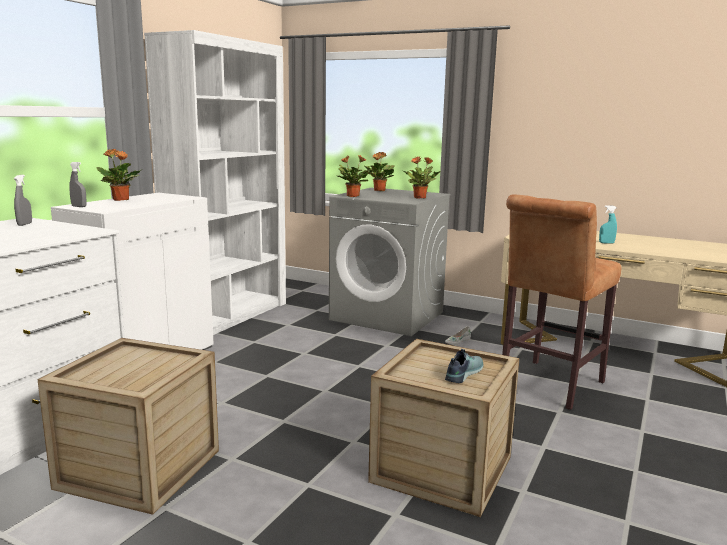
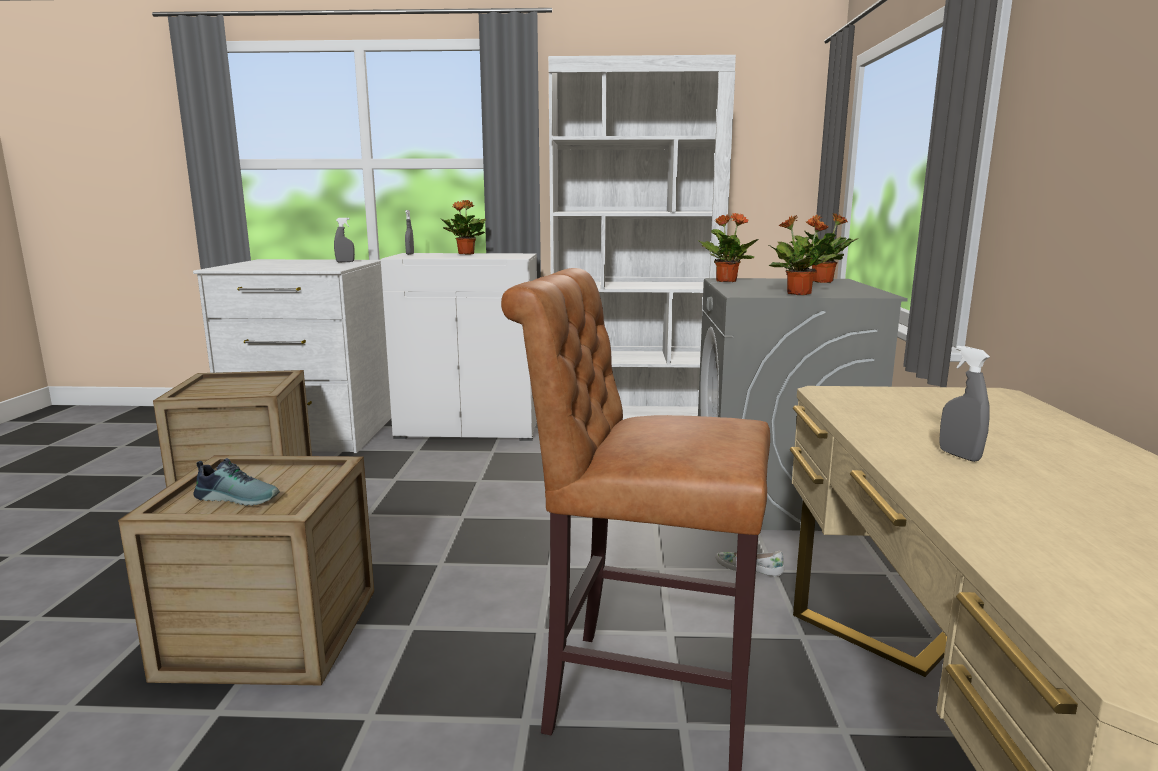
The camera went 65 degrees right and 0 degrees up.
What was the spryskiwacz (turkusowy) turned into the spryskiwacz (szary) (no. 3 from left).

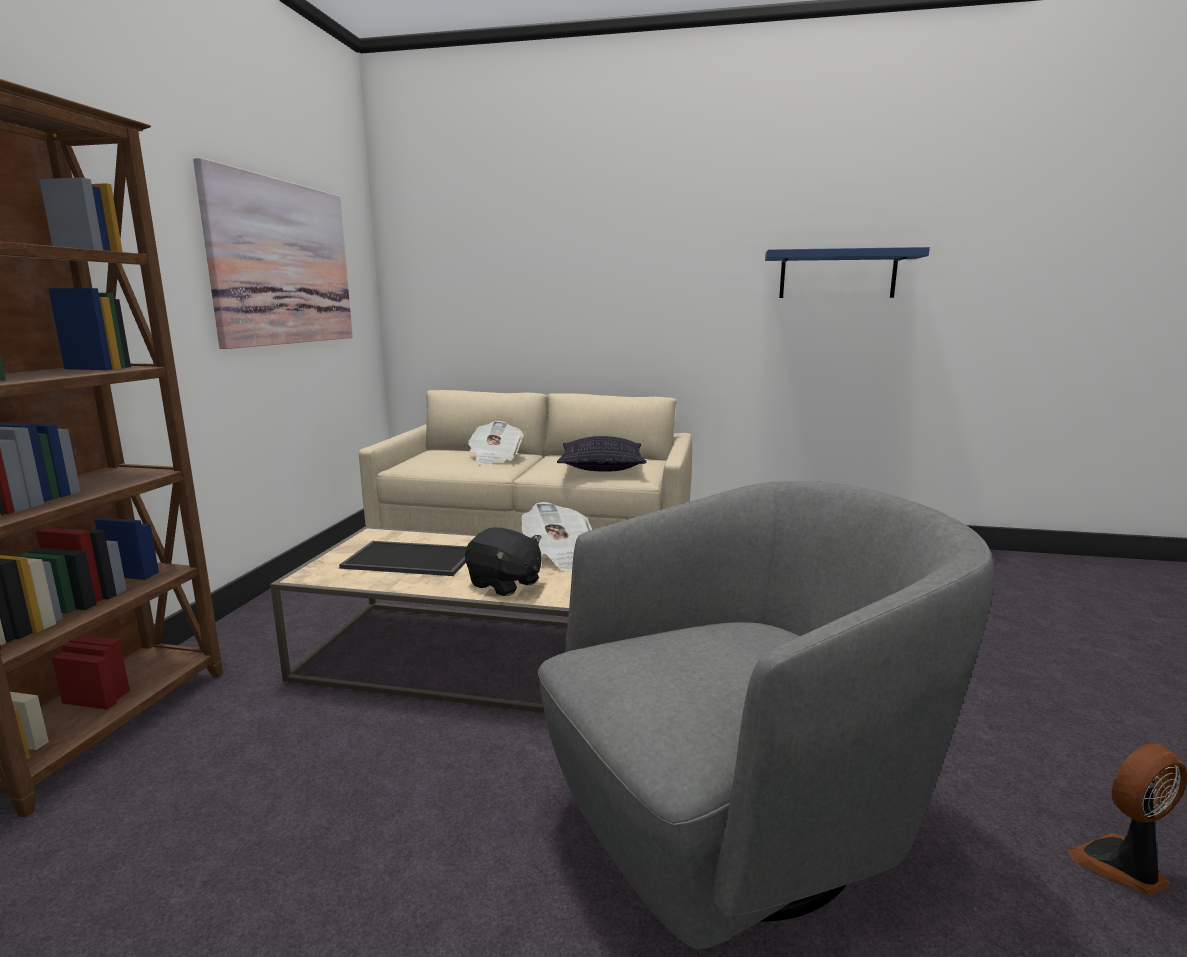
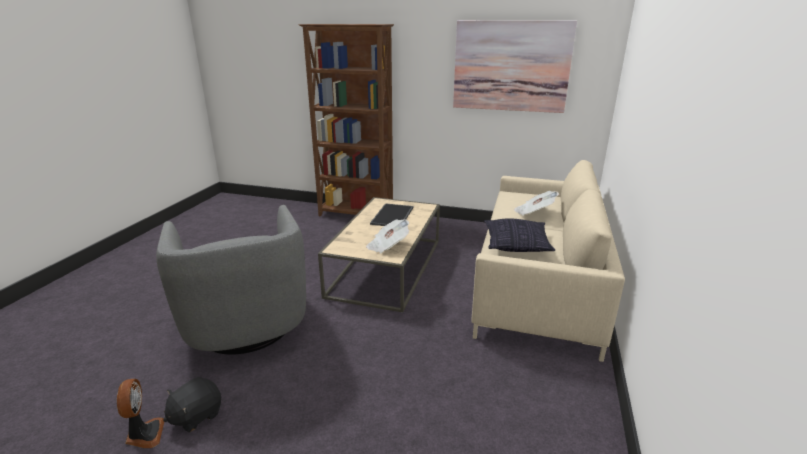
The camera went 95 degrees right and 10 degrees up.
The second view lost the półka (niebieski).
The pluszak (czarny) ended up elsewhere.

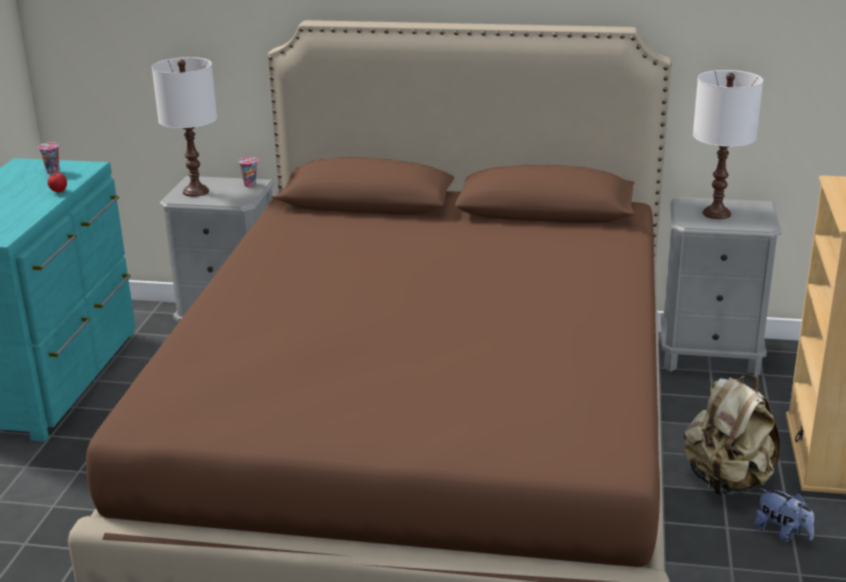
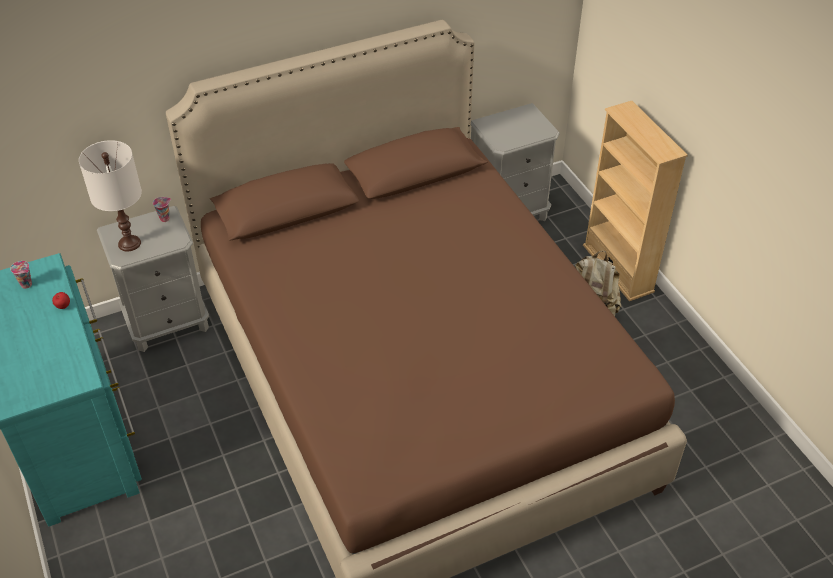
The camera went 35 degrees left and 20 degrees up.
The second view lost the lampa stołowa (biały) (no. 2 from left).
The second view lost the pluszak.

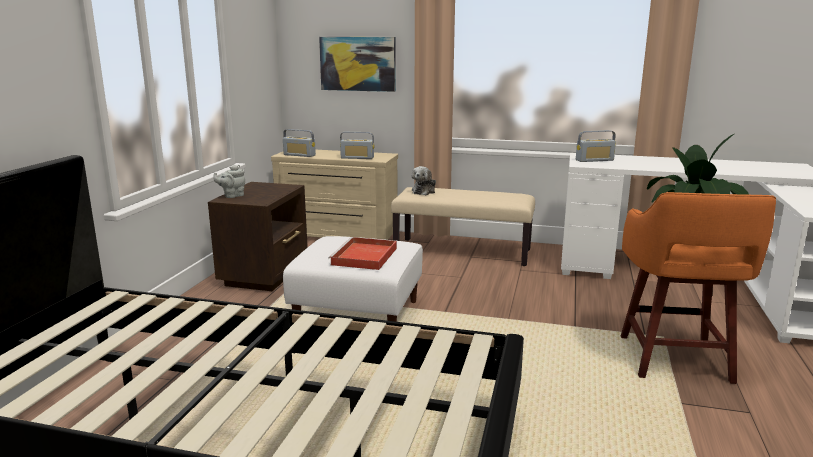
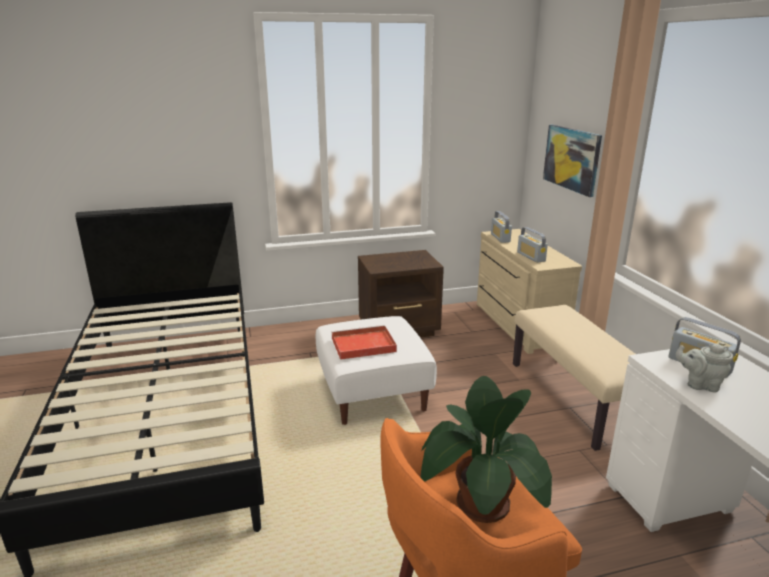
The camera went 60 degrees right and 5 degrees up.
The imbryk (szary) ended up elsewhere.
The second view lost the pluszak.

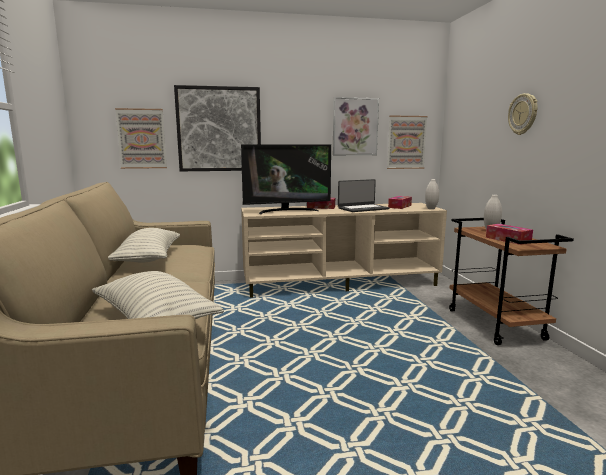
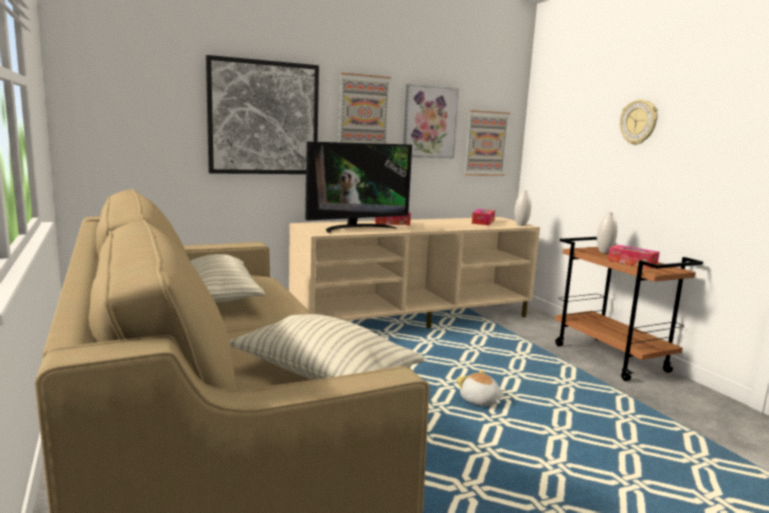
The camera went 15 degrees left and 0 degrees up.
The obraz (no. 1 from left in the first image) ended up elsewhere.
The second view lost the laptop.
The second view gained the pluszak.

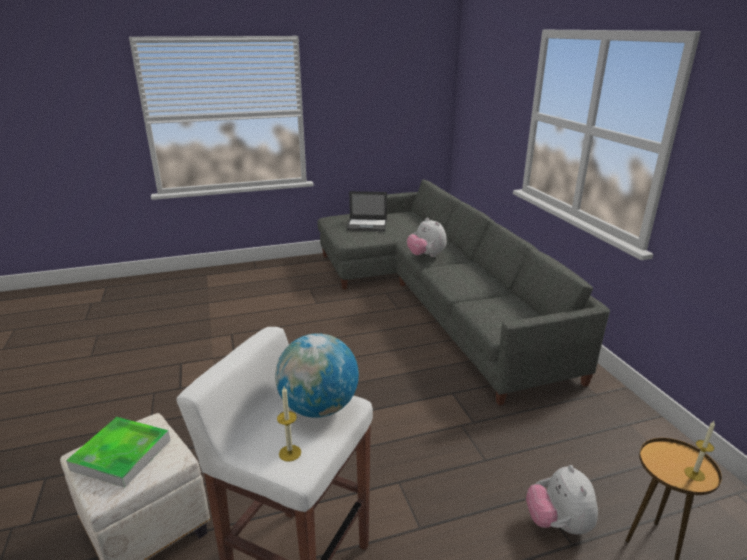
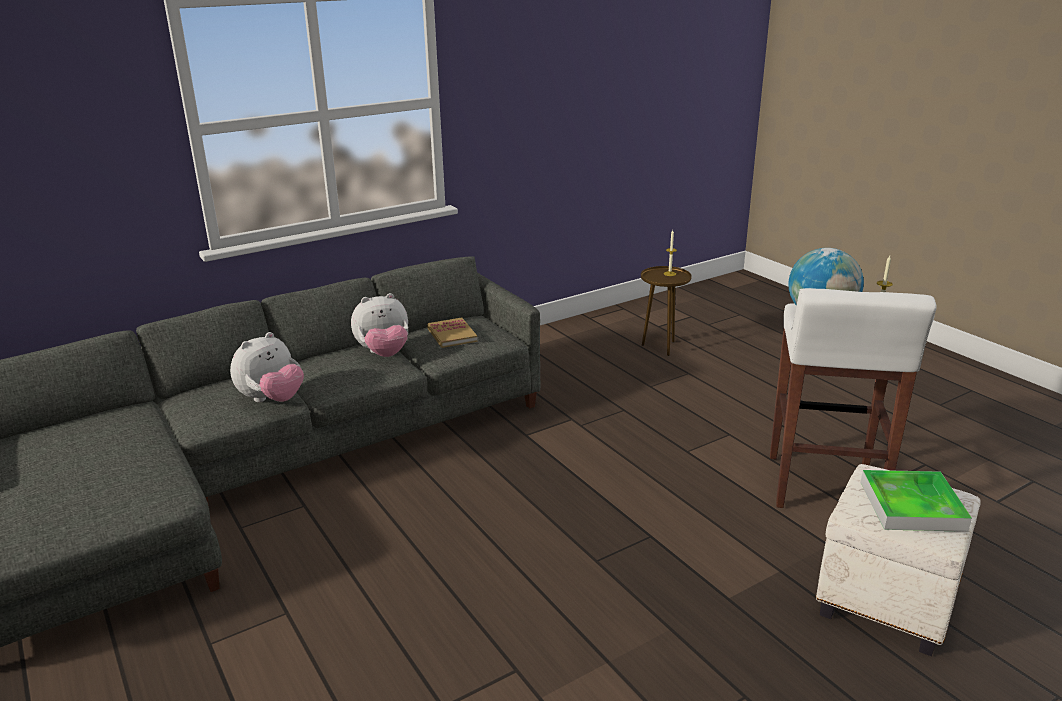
The camera went 105 degrees left and 0 degrees up.
The second view lost the laptop.
The pluszak (no. 2 from left) ended up elsewhere.
The second view gained the książka.

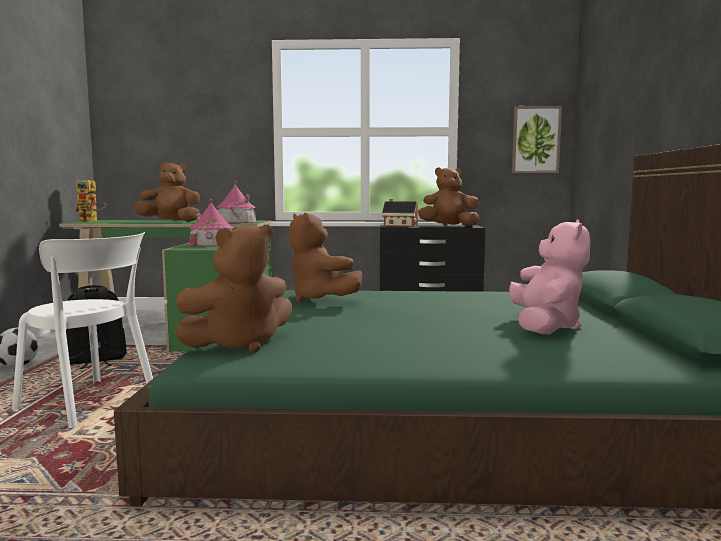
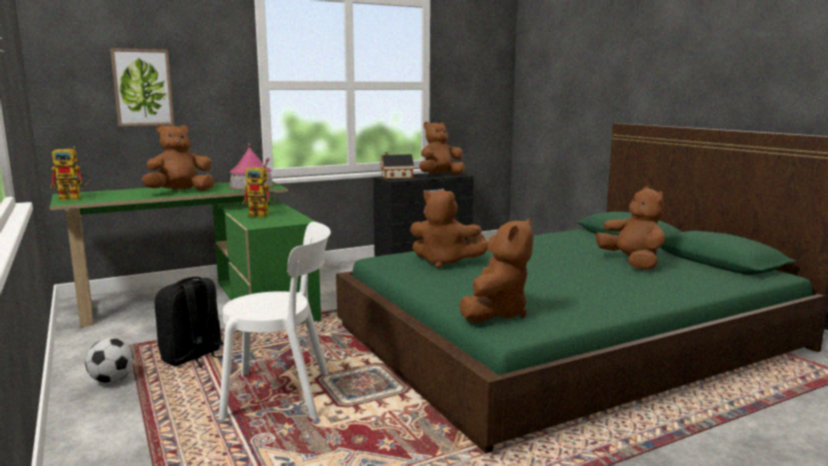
The camera went 30 degrees left and 5 degrees up.
The obraz ended up elsewhere.
Where the domek (no. 1 from left) stood, the robot zabawkowy (no. 2 from left) came to stand.
What was the pluszak (różowy) turned into the pluszak (brązowy) (no. 5 from left).

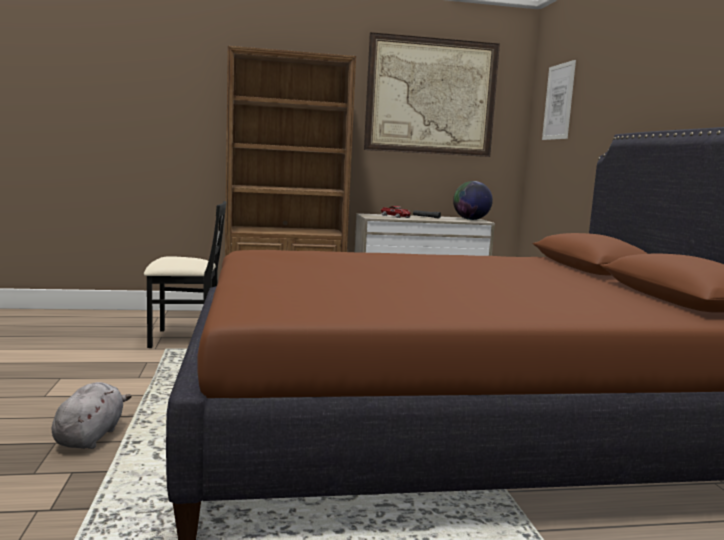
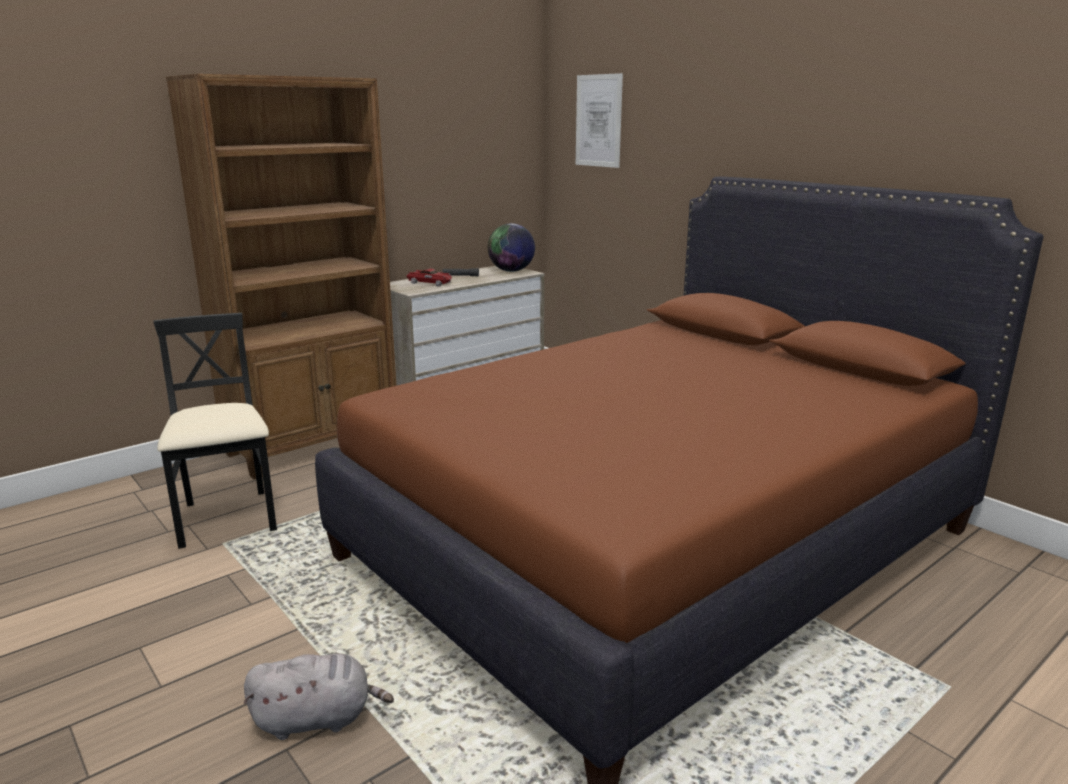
The camera went 30 degrees left and 10 degrees up.
The second view lost the obraz (no. 1 from left).
The krzesło (czarny) ended up facing another way, 75 degrees counterclockwise from before.
The pluszak (szary) ended up facing another way, 105 degrees clockwise from before.

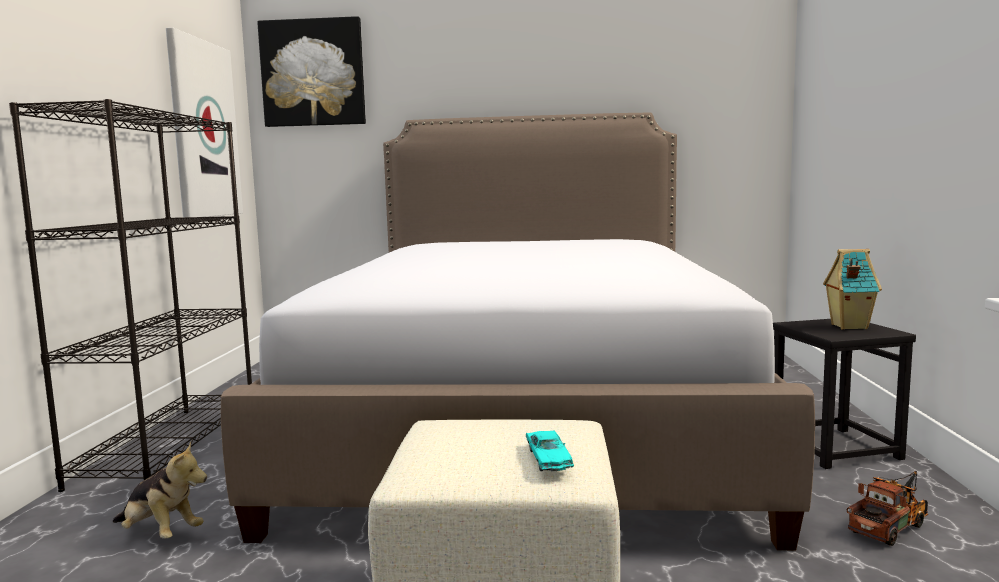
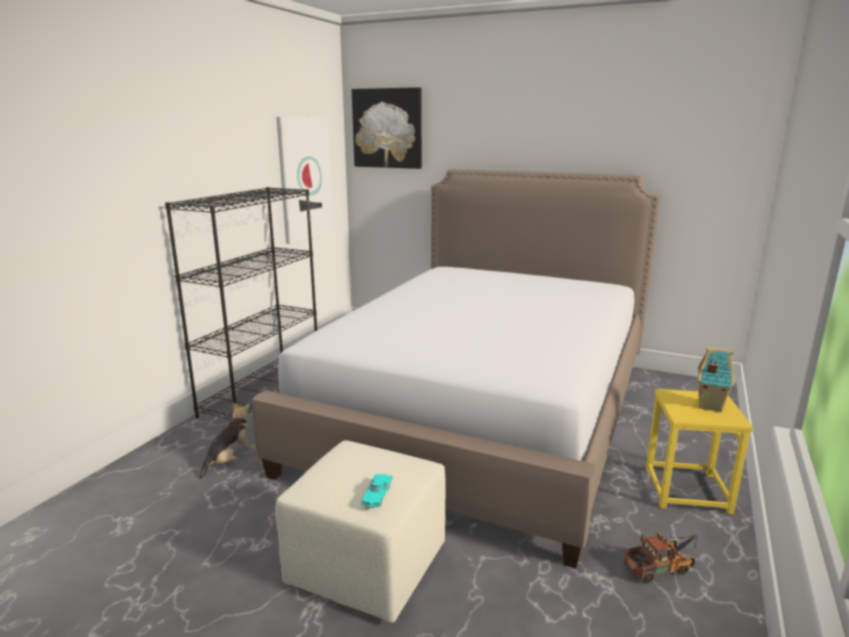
The camera went 20 degrees right and 10 degrees up.
What was the stołek (czarny) turned into the stołek (żółty).
The pluszak ended up facing another way, 105 degrees counterclockwise from before.

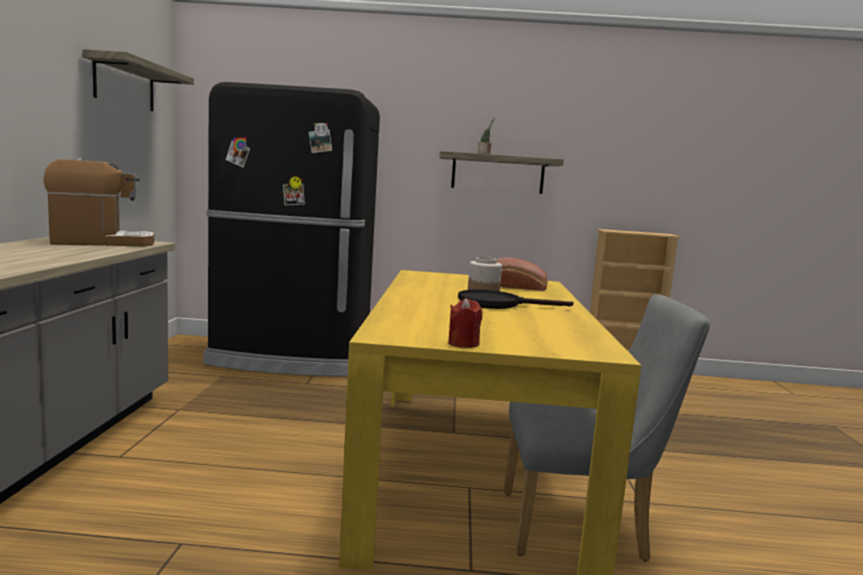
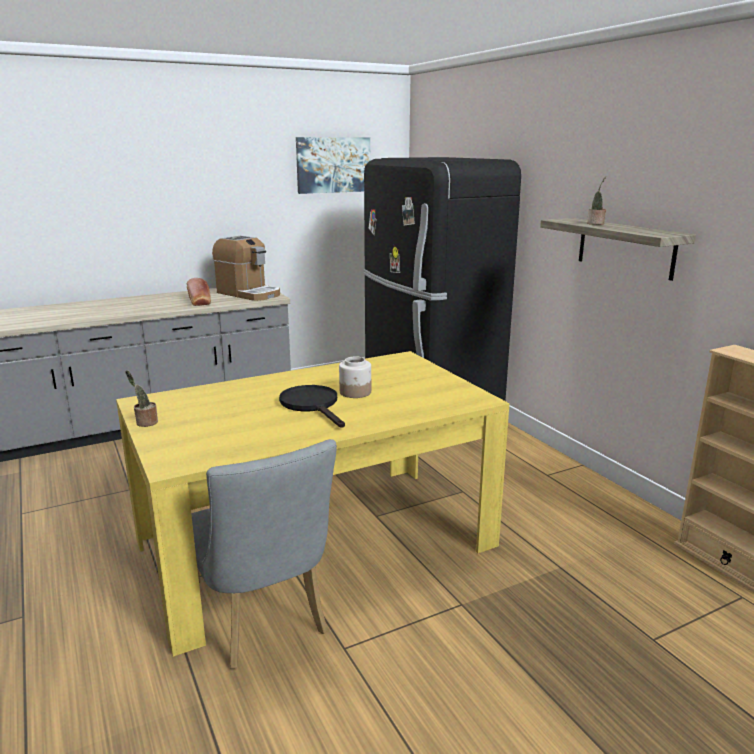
The camera went 60 degrees right and 10 degrees up.
Where the półka (no. 1 from left) hung, the obraz came to hang.
The chleb ended up elsewhere.
Where the świeca (czerwony) stood, the roślina doniczkowa (no. 1 from left) came to stand.

